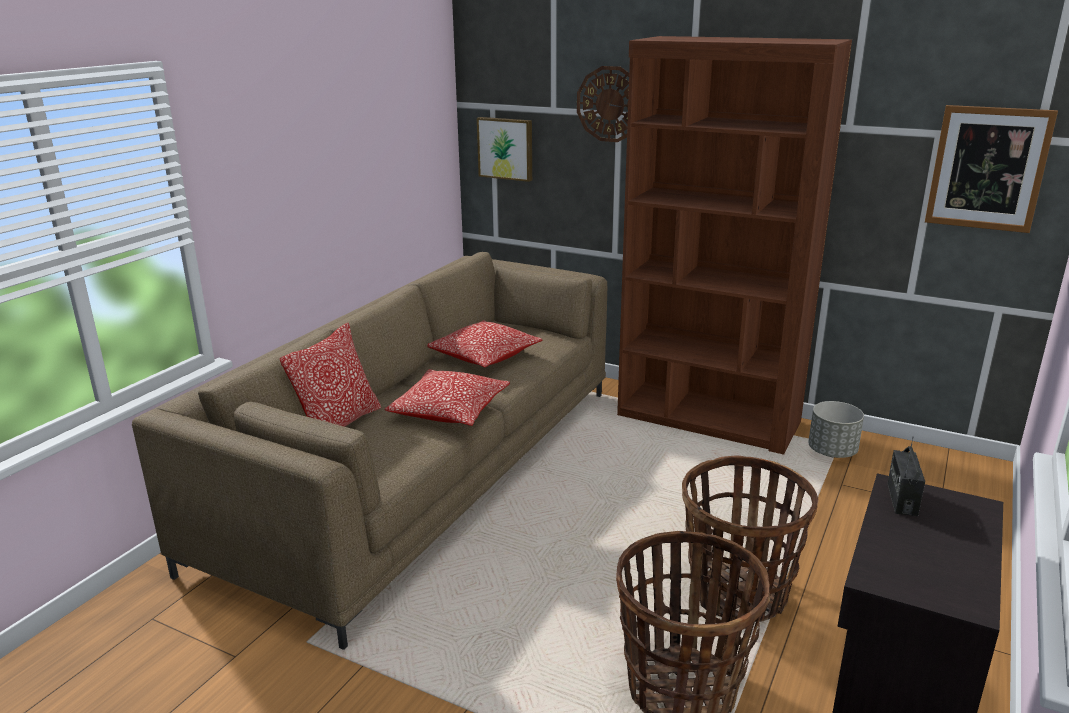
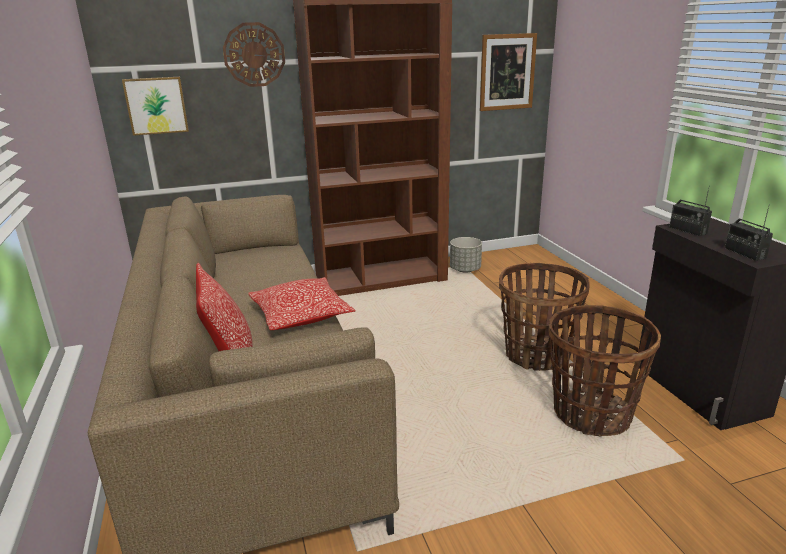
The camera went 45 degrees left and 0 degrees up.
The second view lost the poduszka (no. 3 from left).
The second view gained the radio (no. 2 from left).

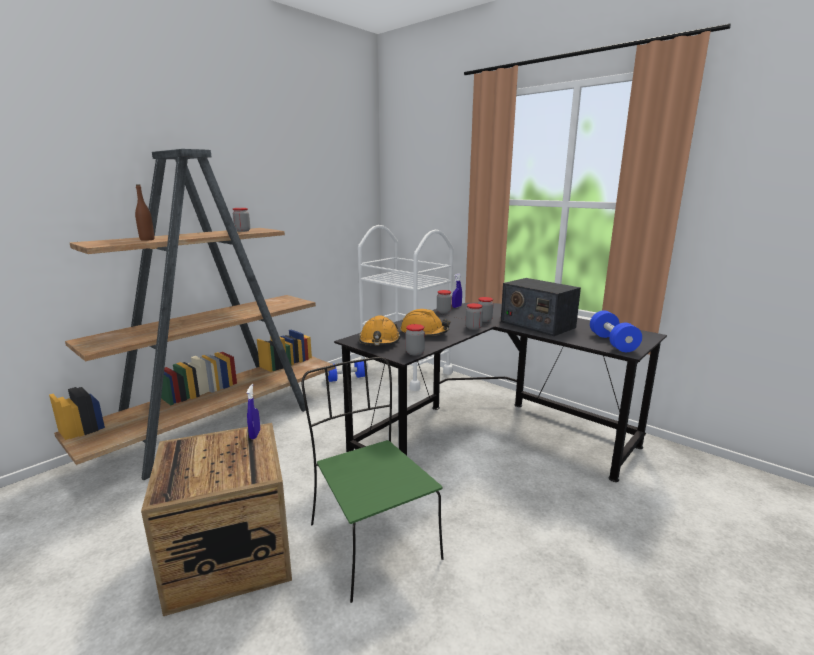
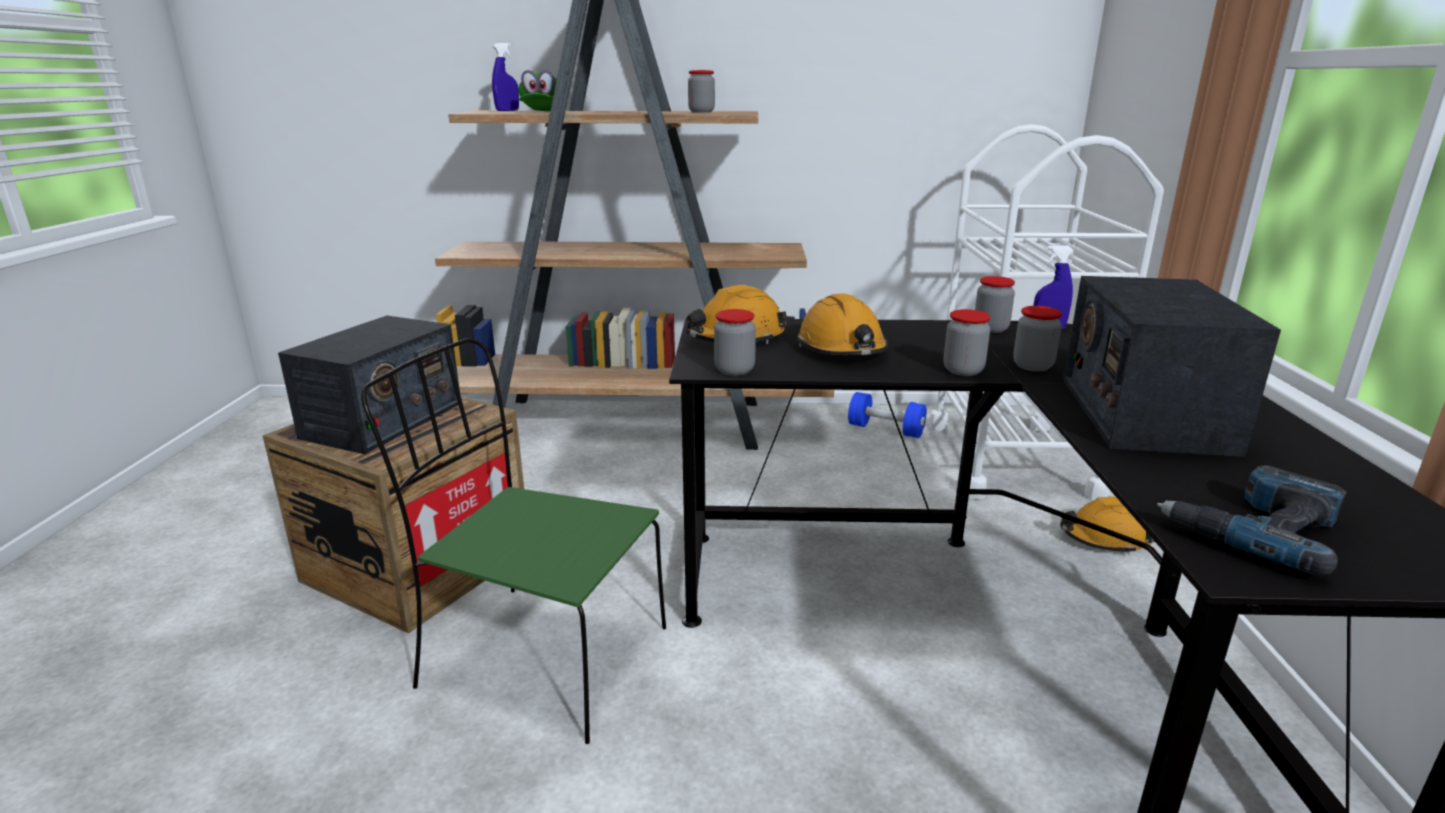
The camera went 50 degrees right and 5 degrees up.
Where the butelka (brązowy) stood, the czapka z daszkiem (zielony) came to stand.
Where the hantel (niebieski) (no. 2 from left) stood, the wiertarka came to stand.
The krzesło (zielony) ended up facing another way, 90 degrees counterclockwise from before.
The spryskiwacz (niebieski) (no. 1 from left) ended up elsewhere.
The second view gained the radio (no. 1 from left).
The second view gained the kask (pomarańczowy) (no. 3 from left).

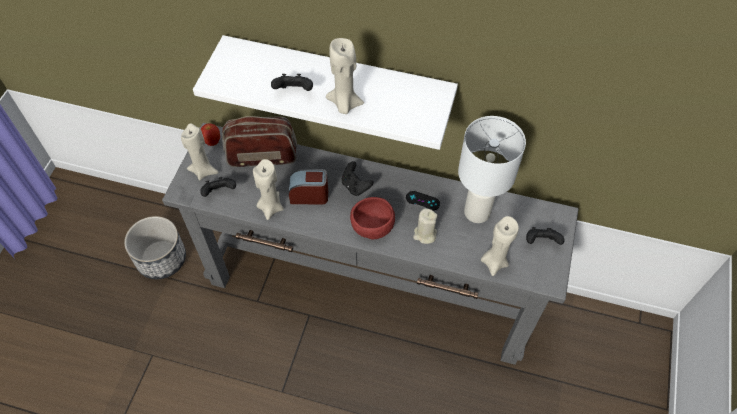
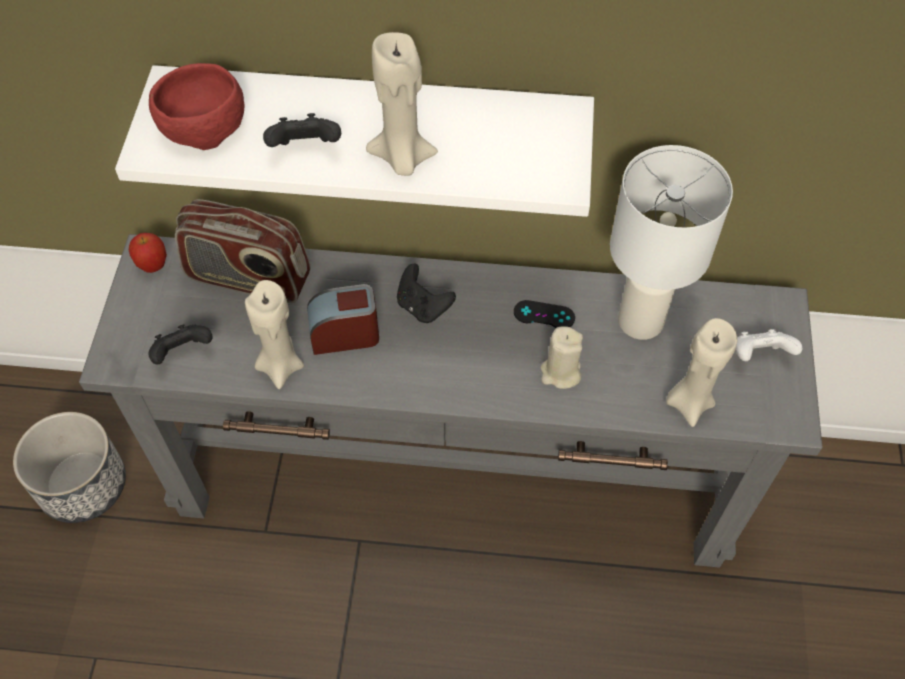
The camera went 10 degrees left and 0 degrees up.
The radio ended up facing another way, 150 degrees counterclockwise from before.
The second view lost the świeca (beżowy) (no. 1 from left).
The miska (czerwony) ended up elsewhere.
What was the pad do gier (czarny) (no. 5 from left) turned into the pad do gier (biały).

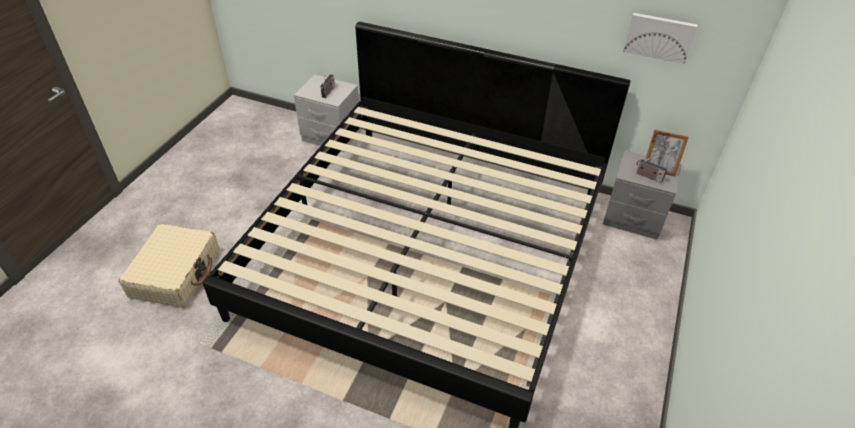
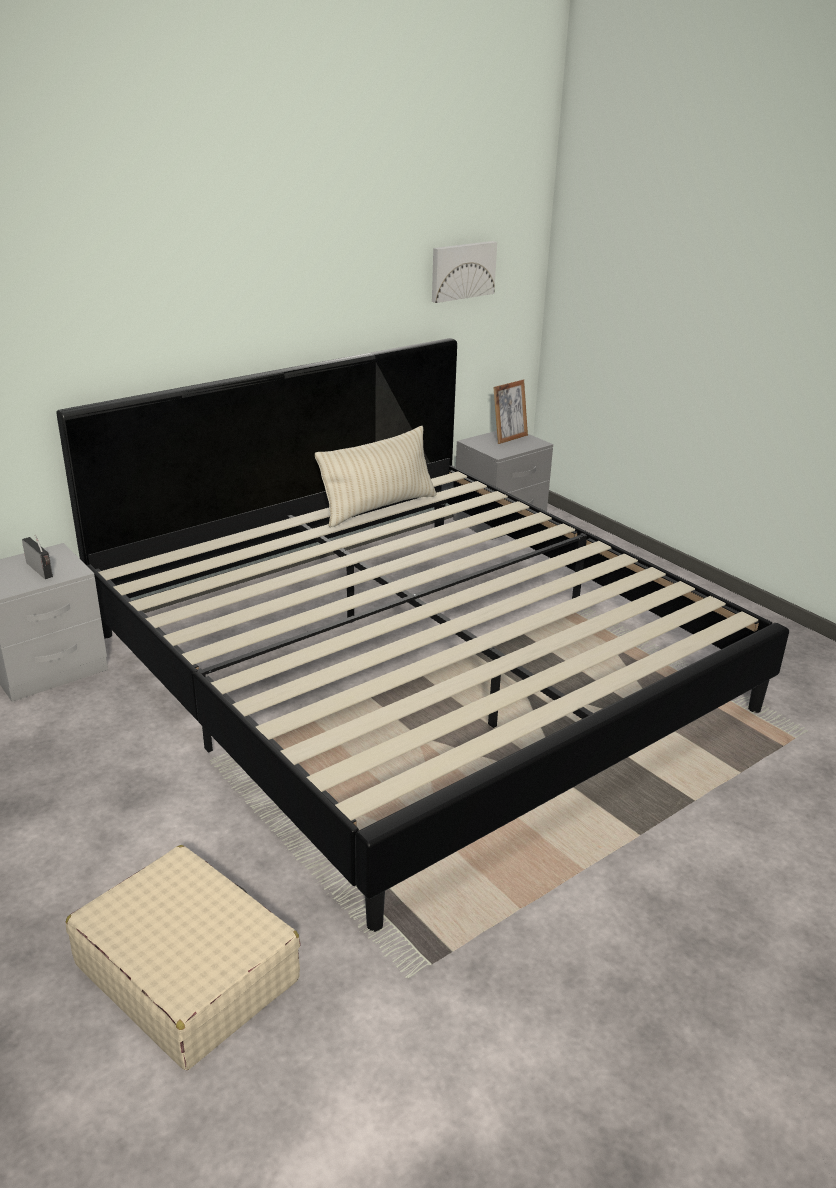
The camera went 60 degrees left and 15 degrees down.
The second view lost the radio (no. 2 from left).
The second view gained the poduszka (beżowy).

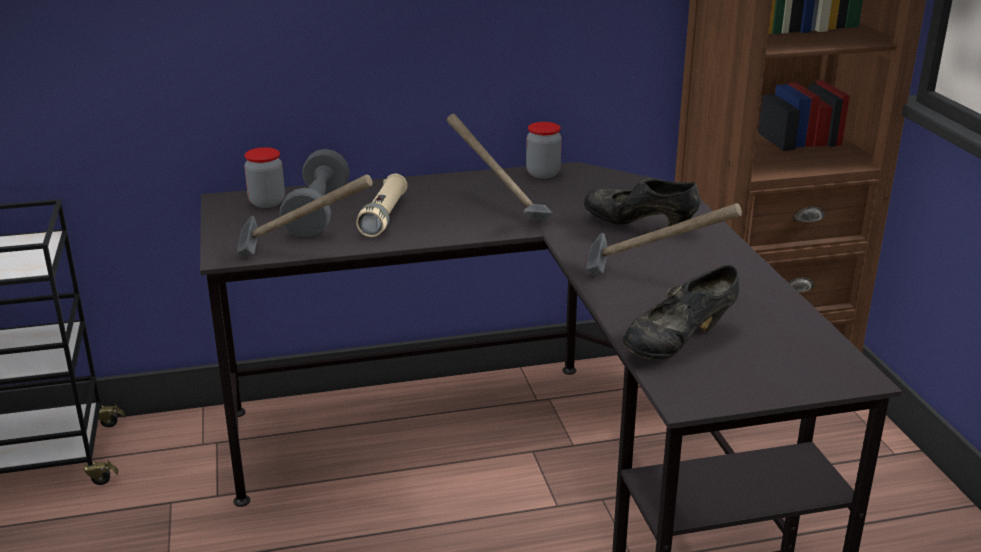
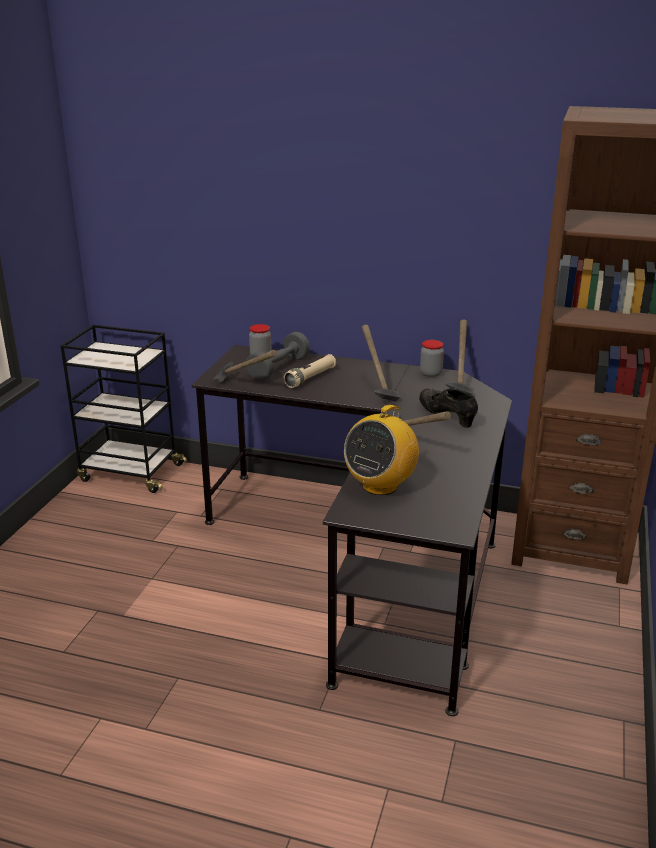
The camera went 30 degrees right and 0 degrees up.
Where the but (czarny) (no. 2 from left) stood, the radio came to stand.
The second view gained the młotek (no. 4 from left).

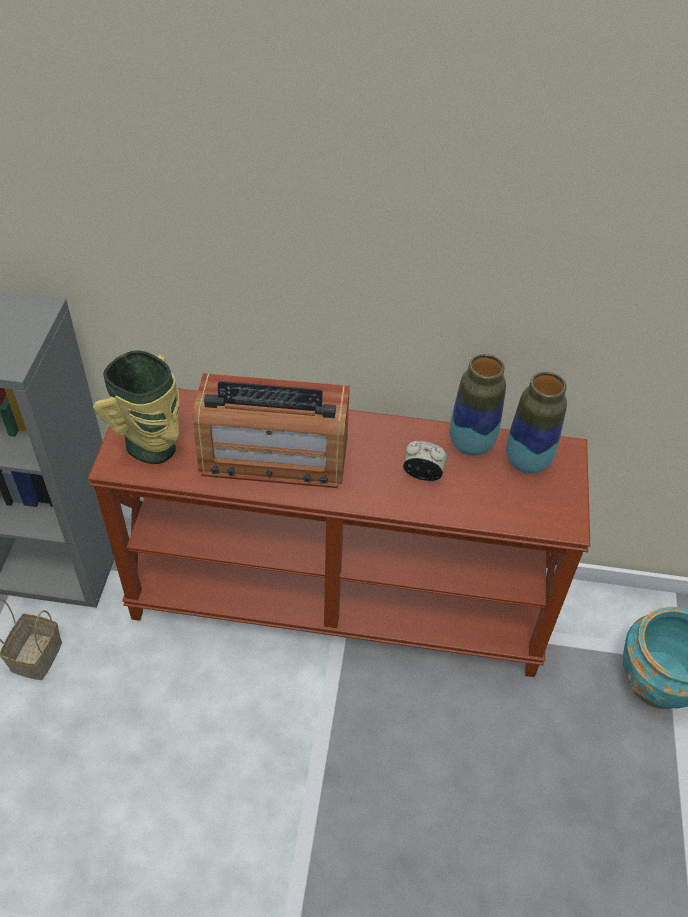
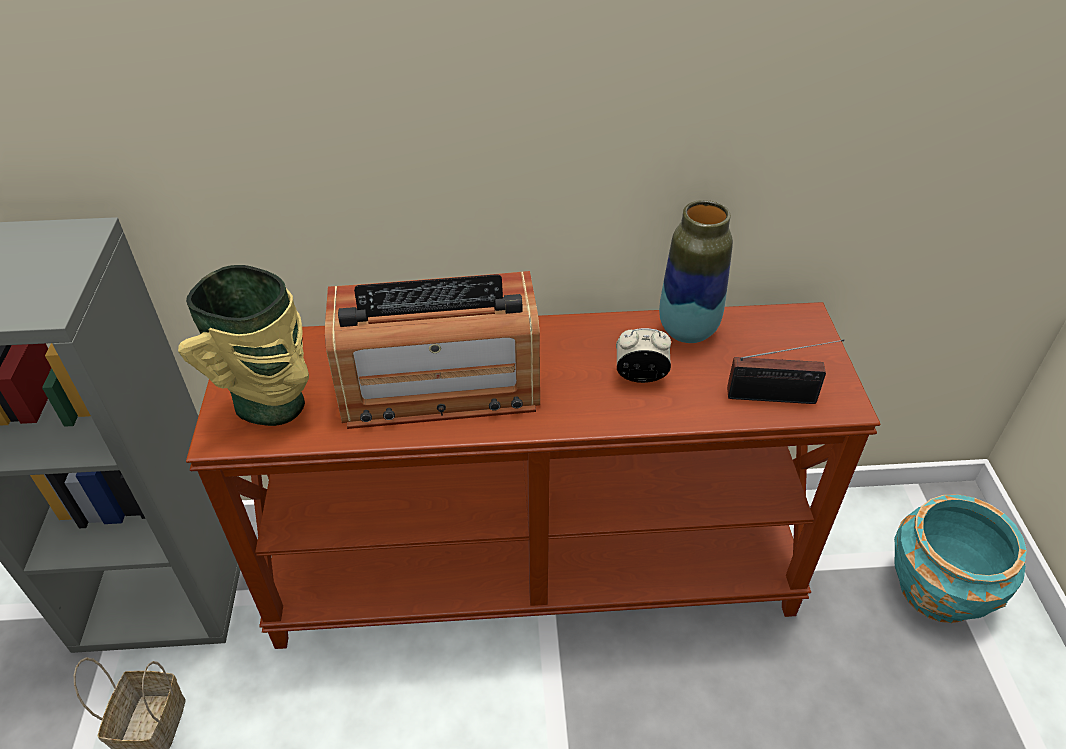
The camera went 10 degrees left and 5 degrees down.
The second view lost the wazon (no. 3 from left).
The second view gained the radio (no. 2 from left).

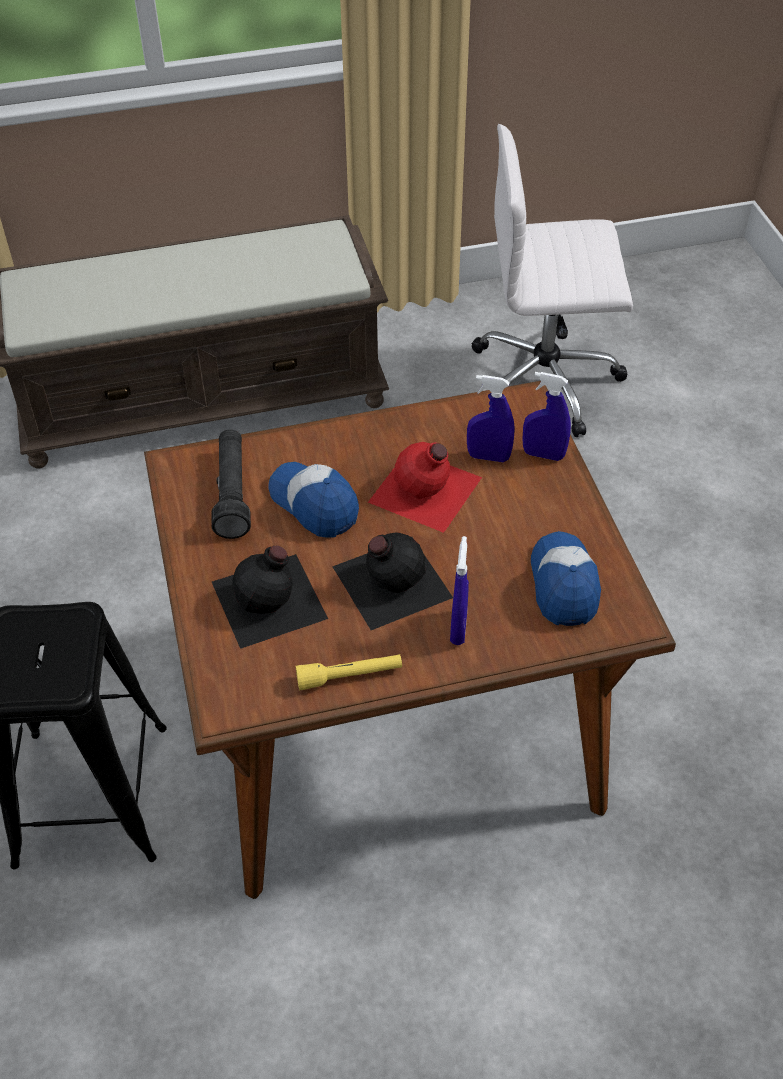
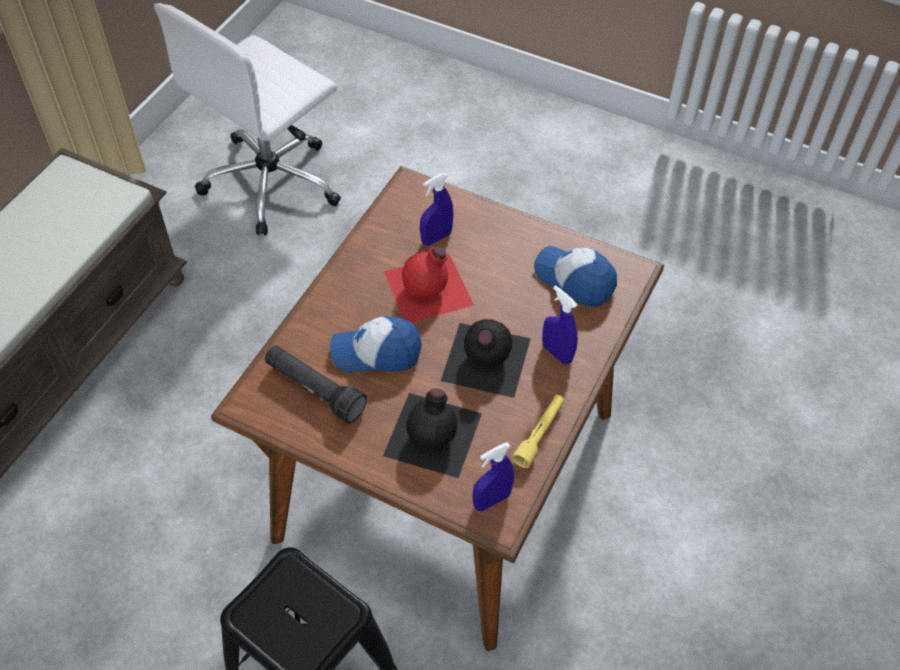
The camera went 50 degrees left and 5 degrees up.
The spryskiwacz (niebieski) (no. 3 from left in the first image) ended up elsewhere.

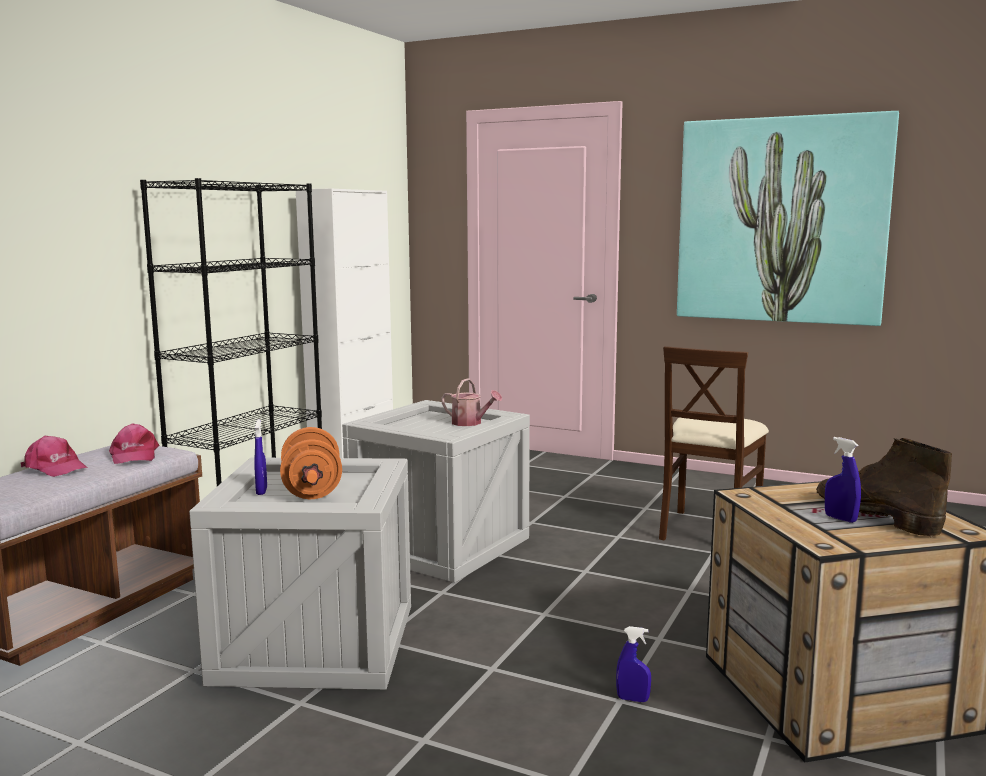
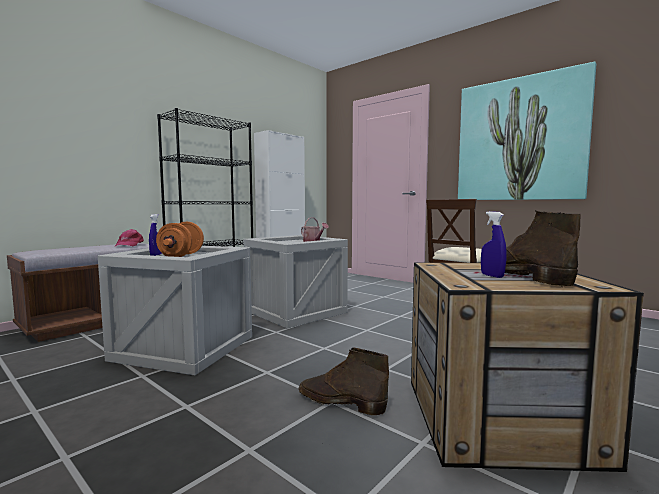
The camera went 15 degrees right and 5 degrees down.
The second view lost the czapka z daszkiem (różowy) (no. 1 from left).
Where the spryskiwacz (niebieski) (no. 2 from left) stood, the but z cholewką (brązowy) (no. 1 from left) came to stand.

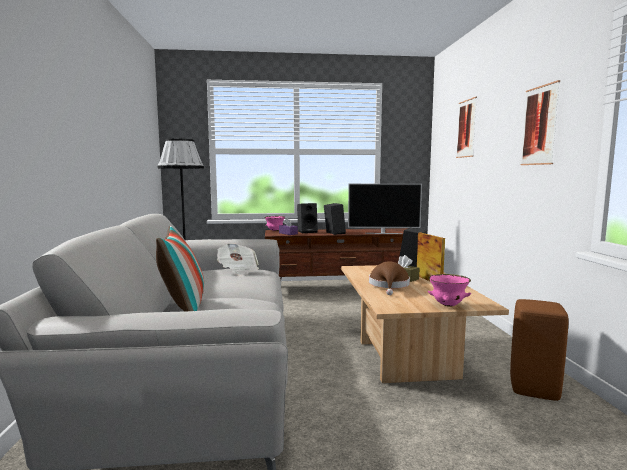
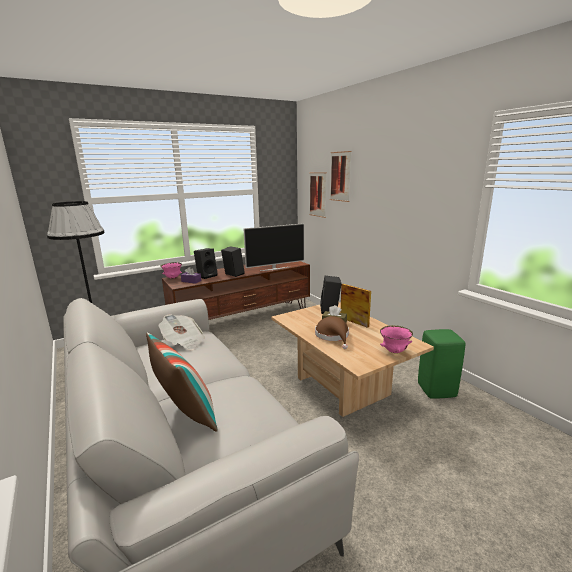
The camera went 25 degrees left and 10 degrees up.
The obraz (no. 2 from left in the first image) ended up elsewhere.
What was the stołek (brązowy) turned into the stołek (zielony).

